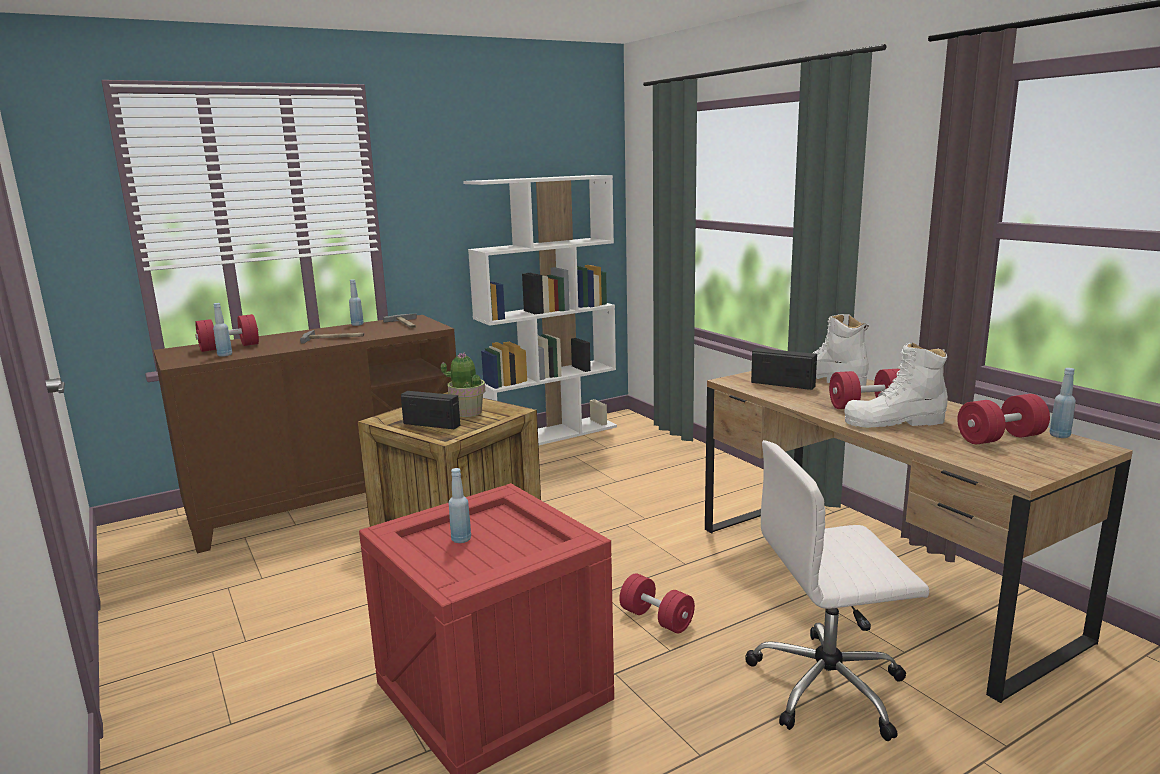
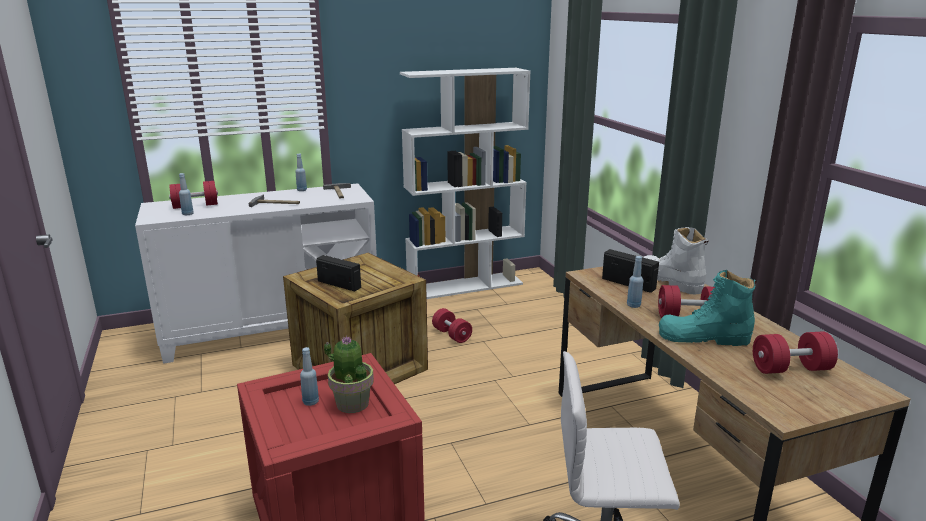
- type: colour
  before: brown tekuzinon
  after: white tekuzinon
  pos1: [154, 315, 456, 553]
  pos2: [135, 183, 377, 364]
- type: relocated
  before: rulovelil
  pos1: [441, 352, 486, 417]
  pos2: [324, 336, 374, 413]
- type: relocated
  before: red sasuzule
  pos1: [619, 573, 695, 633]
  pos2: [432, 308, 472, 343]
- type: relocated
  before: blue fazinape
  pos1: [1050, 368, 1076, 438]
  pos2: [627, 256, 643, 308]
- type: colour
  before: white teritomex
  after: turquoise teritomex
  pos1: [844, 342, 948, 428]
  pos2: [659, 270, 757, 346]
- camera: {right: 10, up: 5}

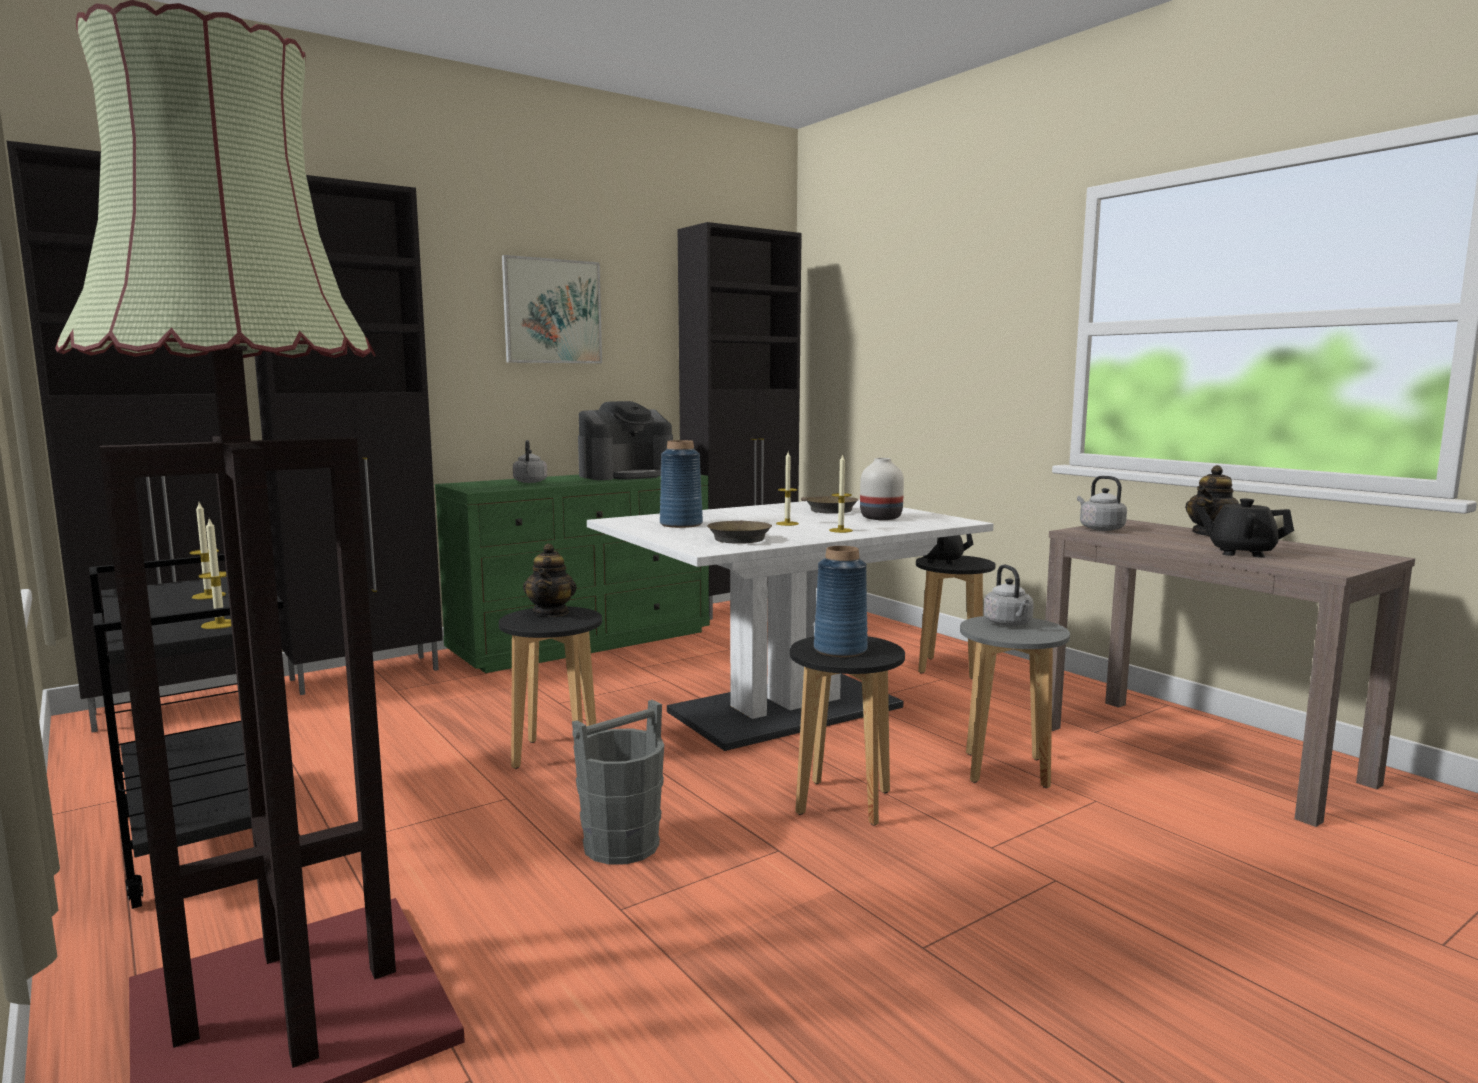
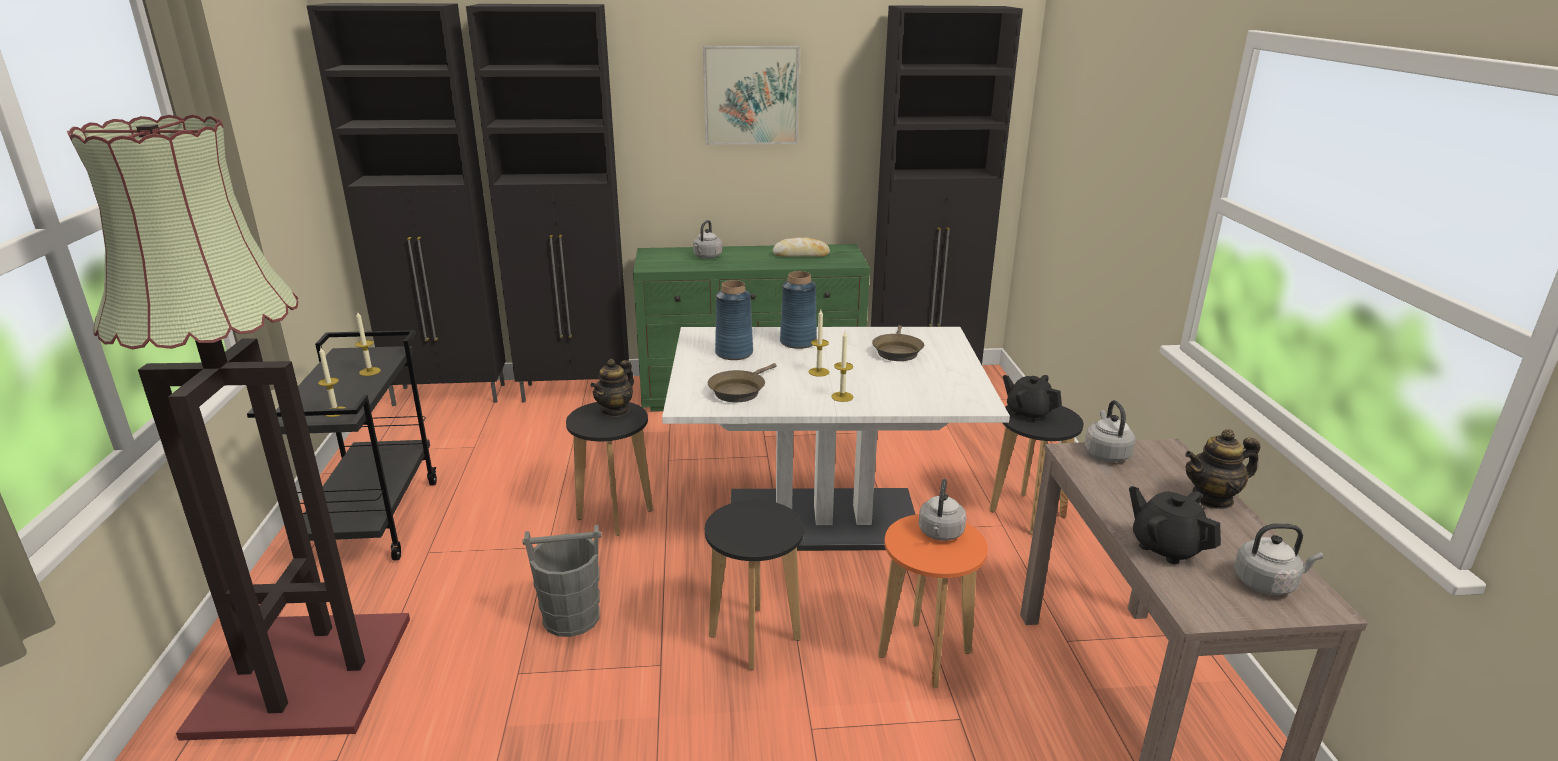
- type: exchanged
  before: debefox
  after: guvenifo
  pos1: [578, 401, 673, 480]
  pos2: [773, 237, 830, 257]
- type: relocated
  before: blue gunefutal
  pos1: [814, 546, 868, 657]
  pos2: [780, 271, 817, 349]
- type: colour
  before: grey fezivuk
  after: orange fezivuk
  pos1: [960, 616, 1070, 788]
  pos2: [878, 514, 988, 688]
- type: appeared
  after: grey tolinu
  pos2: [1234, 523, 1323, 595]
- type: missing
  before: white gunefutal
  pos1: [860, 458, 904, 520]
- camera: {right: 30, up: 15}

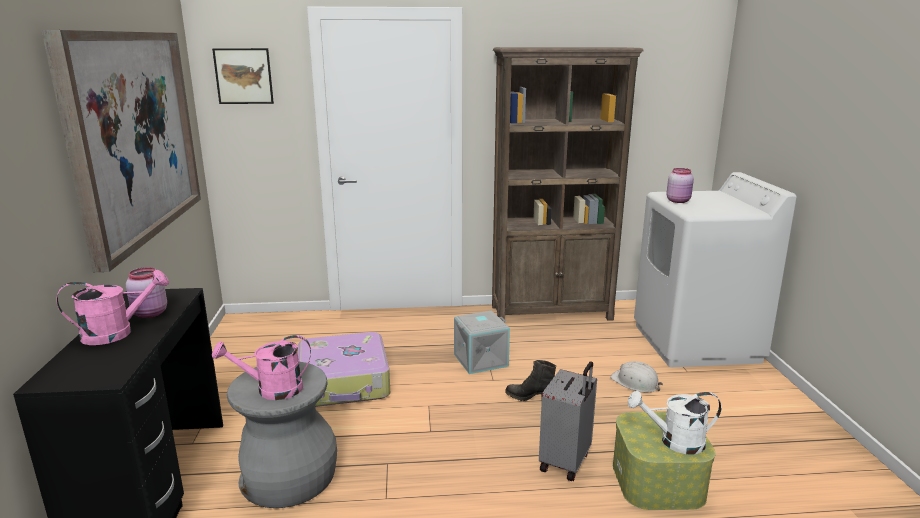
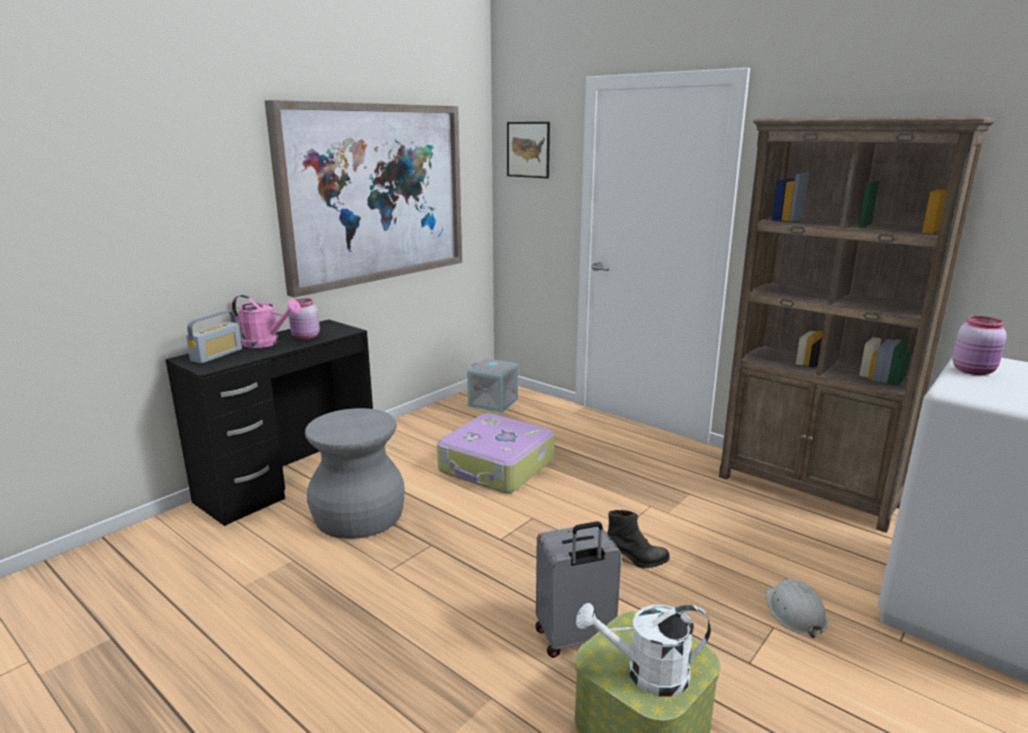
- type: appeared
  after: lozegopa
  pos2: [186, 311, 242, 364]
- type: relocated
  before: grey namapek
  pos1: [454, 311, 510, 374]
  pos2: [467, 358, 518, 413]
- type: spun
  before: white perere
  pos1: [628, 391, 722, 454]
  pos2: [576, 603, 711, 697]
  turn: -45
- type: spun
  before: black teritomex
  pos1: [505, 360, 556, 401]
  pos2: [607, 509, 670, 569]
  turn: 120
- type: missing
  before: pink perere
  pos1: [212, 335, 311, 400]
- camera: {right: 45, up: 0}

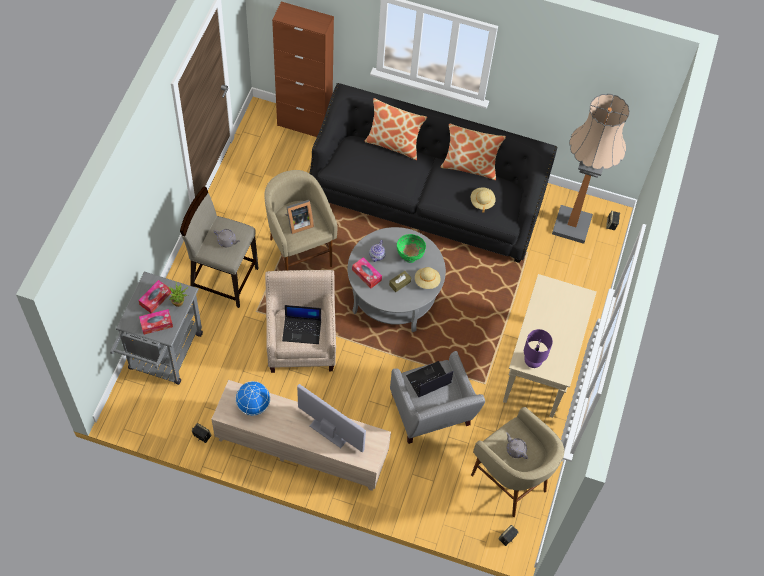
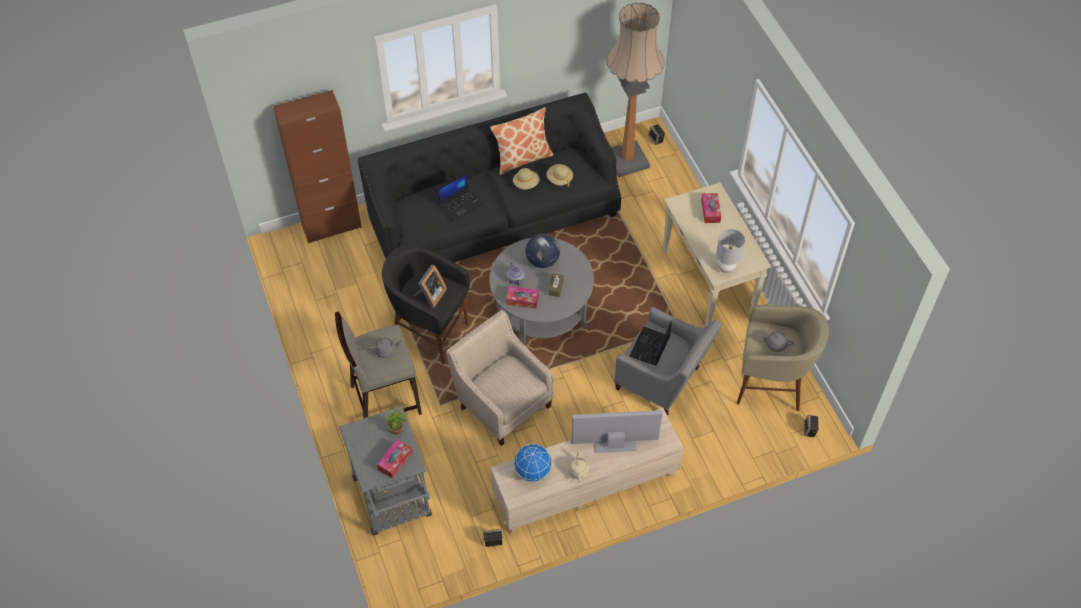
- type: colour
  before: beige fezivuk
  after: black fezivuk
  pos1: [264, 170, 337, 271]
  pos2: [382, 244, 470, 364]
- type: relocated
  before: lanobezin
  pos1: [282, 305, 321, 344]
  pos2: [437, 172, 484, 222]
- type: relocated
  before: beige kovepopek
  pos1: [415, 267, 440, 289]
  pos2: [513, 168, 540, 189]
- type: exchanged
  before: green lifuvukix
  after: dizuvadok
  pos1: [397, 234, 426, 263]
  pos2: [526, 234, 560, 268]
- type: appeared
  after: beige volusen
  pos2: [568, 448, 590, 482]
- type: relocated
  before: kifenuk
  pos1: [138, 280, 171, 313]
  pos2: [701, 193, 721, 223]
- type: colour
  before: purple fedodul
  after: grey fedodul
  pos1: [524, 329, 553, 368]
  pos2: [716, 229, 745, 273]
- type: missing
  before: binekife
  pos1: [364, 98, 427, 160]
- camera: {right: -35, up: -5}

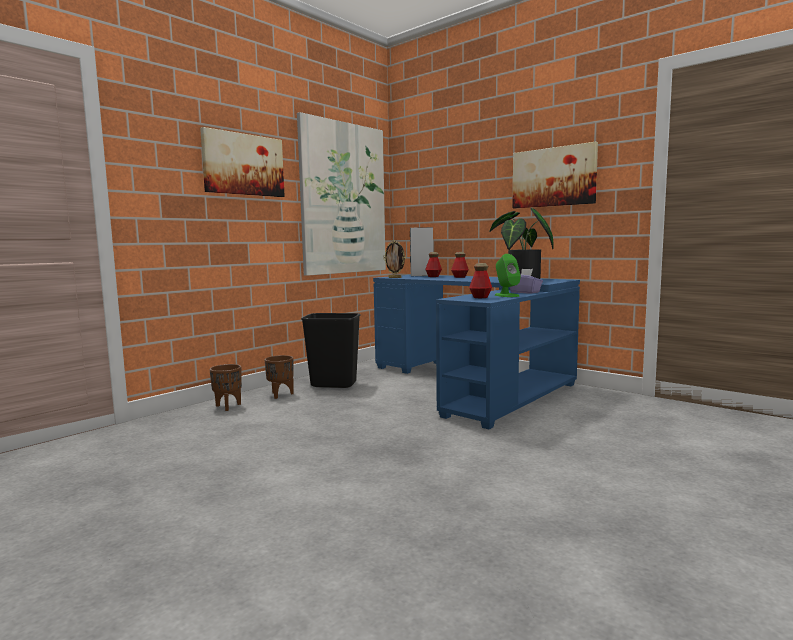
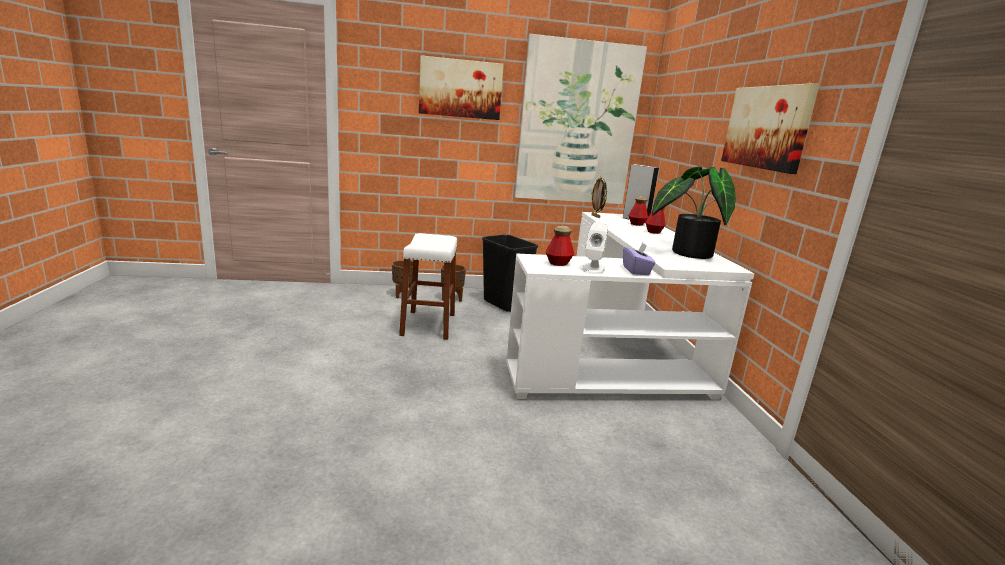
- type: appeared
  after: white fezivuk
  pos2: [399, 233, 457, 340]
- type: colour
  before: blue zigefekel
  after: white zigefekel
  pos1: [373, 275, 580, 429]
  pos2: [506, 212, 755, 400]
- type: colour
  before: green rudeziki
  after: white rudeziki
  pos1: [495, 254, 521, 297]
  pos2: [582, 222, 608, 274]
- camera: {right: 40, up: 10}

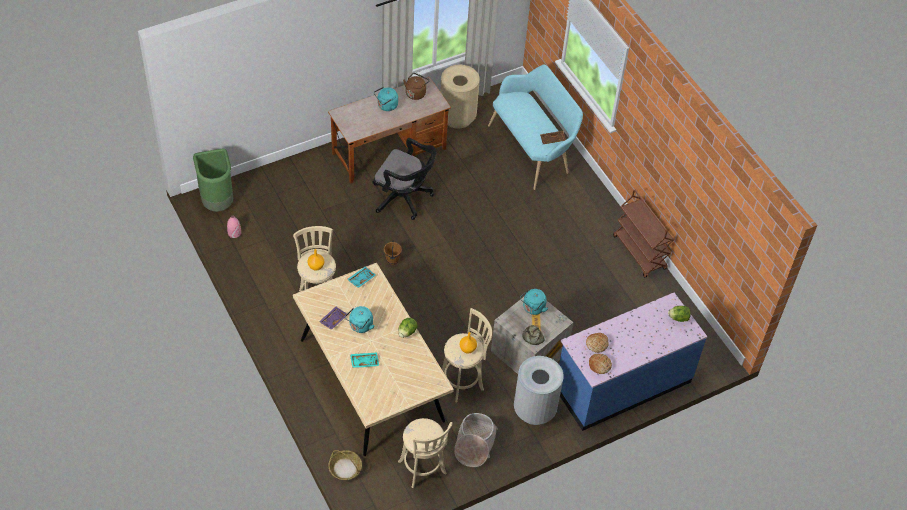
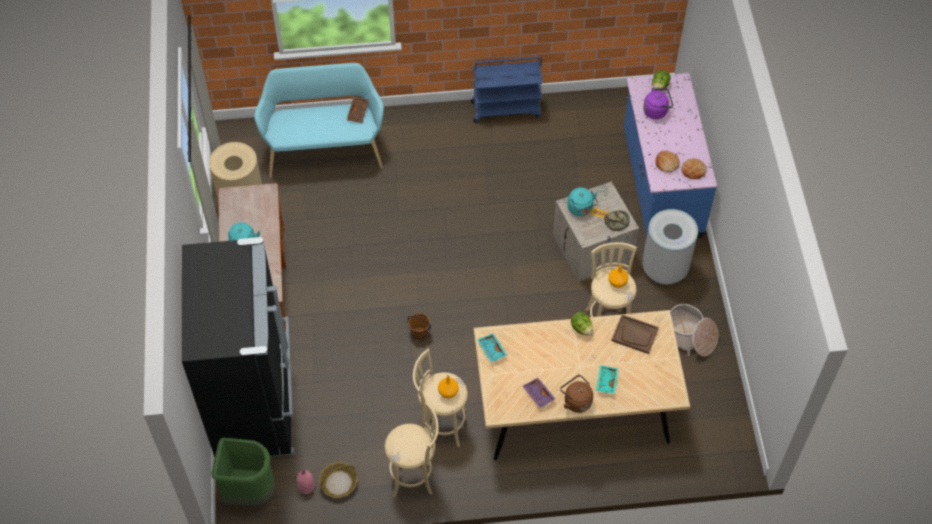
- type: appeared
  after: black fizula
  pos2: [182, 237, 295, 457]
- type: relocated
  before: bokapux
  pos1: [328, 450, 362, 480]
  pos2: [319, 462, 357, 498]
- type: relocated
  before: beige fezivuk
  pos1: [398, 418, 453, 488]
  pos2: [385, 402, 439, 498]
- type: colour
  before: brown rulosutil
  after: blue rulosutil
  pos1: [613, 190, 674, 278]
  pos2: [471, 57, 543, 122]
- type: relocated
  before: brown tolinu
  pos1: [403, 73, 430, 100]
  pos2: [560, 375, 593, 413]
- type: appeared
  after: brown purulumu
  pos2: [611, 315, 659, 354]
- type: appeared
  after: purple tolinu
  pos2: [643, 88, 673, 119]
- type: missing
  before: turquoise tolinu
  pos1: [345, 306, 375, 333]
- type: missing
  before: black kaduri
  pos1: [372, 138, 436, 220]
- camera: {right: -65, up: 5}

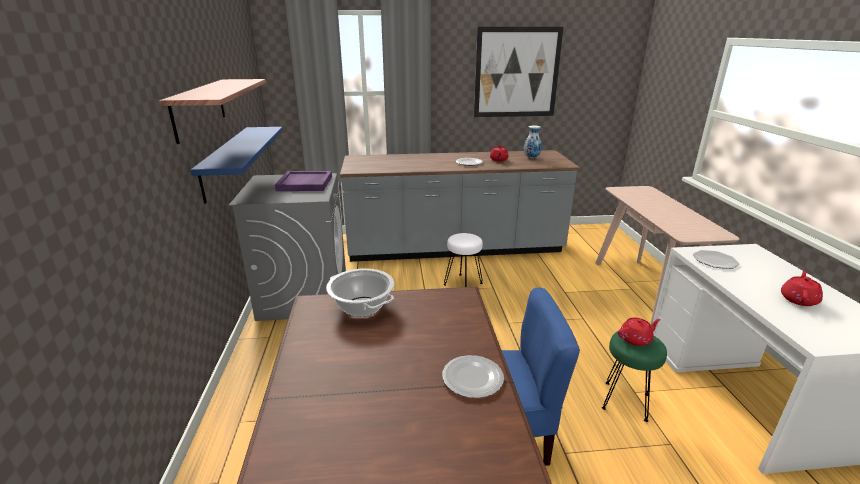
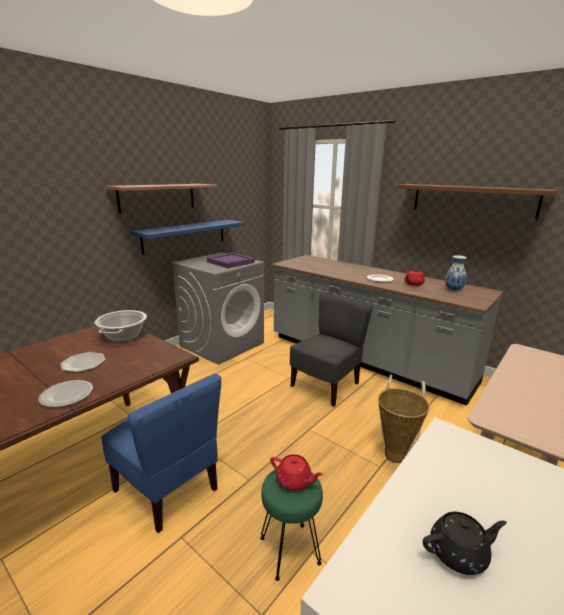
- type: relocated
  before: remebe
  pos1: [693, 250, 740, 269]
  pos2: [60, 352, 106, 372]
- type: exchanged
  before: white fezivuk
  after: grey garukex
  pos1: [444, 233, 483, 287]
  pos2: [290, 293, 373, 406]
- type: appeared
  after: bokapux
  pos2: [378, 375, 430, 463]
- type: exchanged
  before: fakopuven
  after: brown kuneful
  pos1: [474, 27, 563, 117]
  pos2: [396, 184, 558, 219]
- type: colour
  before: red volusen
  after: black volusen
  pos1: [781, 271, 823, 306]
  pos2: [423, 511, 507, 575]
- camera: {right: 45, up: -5}

